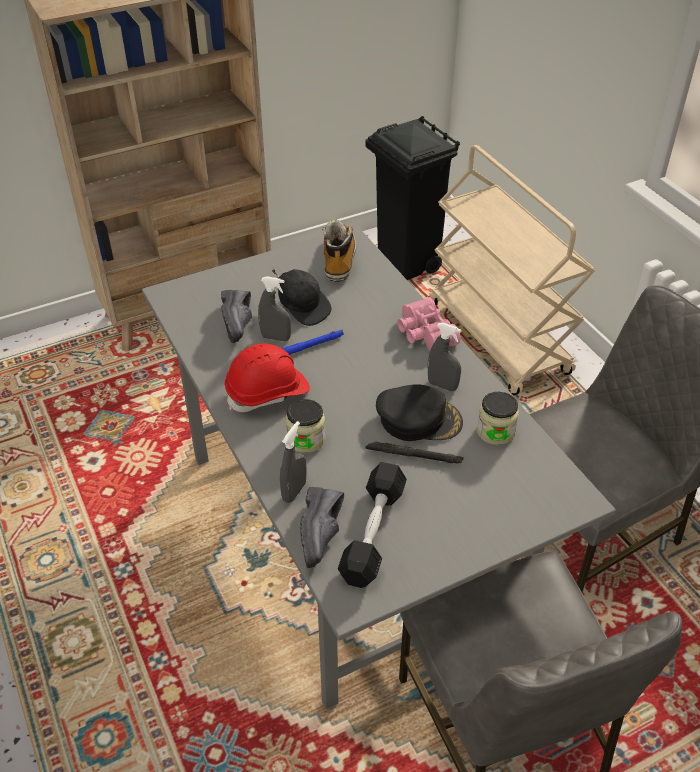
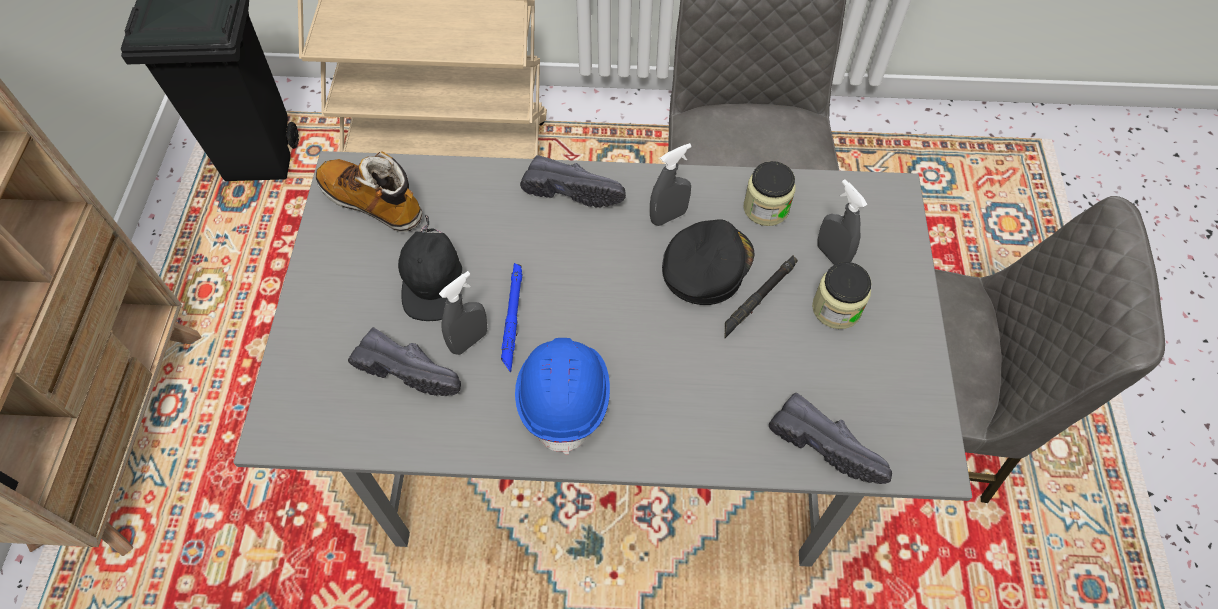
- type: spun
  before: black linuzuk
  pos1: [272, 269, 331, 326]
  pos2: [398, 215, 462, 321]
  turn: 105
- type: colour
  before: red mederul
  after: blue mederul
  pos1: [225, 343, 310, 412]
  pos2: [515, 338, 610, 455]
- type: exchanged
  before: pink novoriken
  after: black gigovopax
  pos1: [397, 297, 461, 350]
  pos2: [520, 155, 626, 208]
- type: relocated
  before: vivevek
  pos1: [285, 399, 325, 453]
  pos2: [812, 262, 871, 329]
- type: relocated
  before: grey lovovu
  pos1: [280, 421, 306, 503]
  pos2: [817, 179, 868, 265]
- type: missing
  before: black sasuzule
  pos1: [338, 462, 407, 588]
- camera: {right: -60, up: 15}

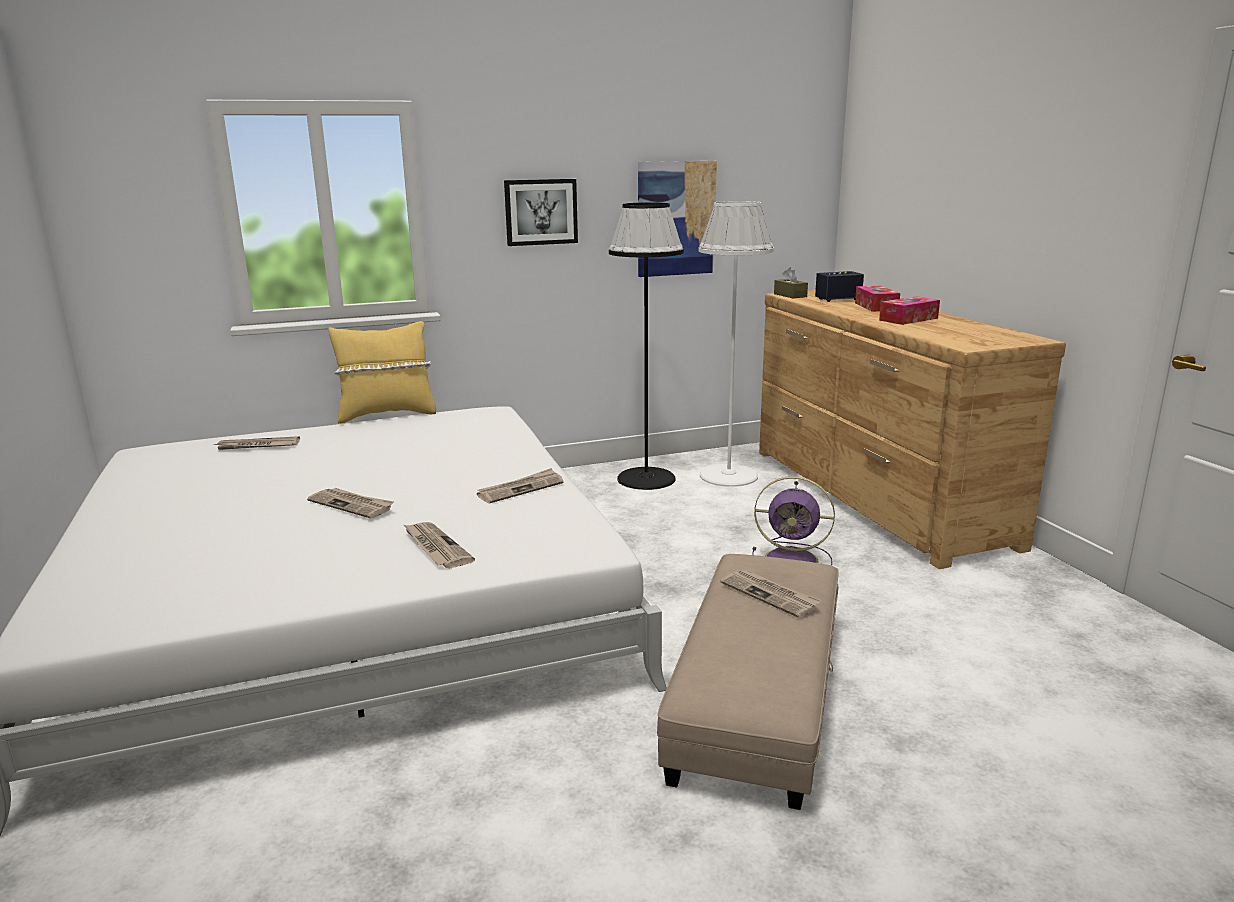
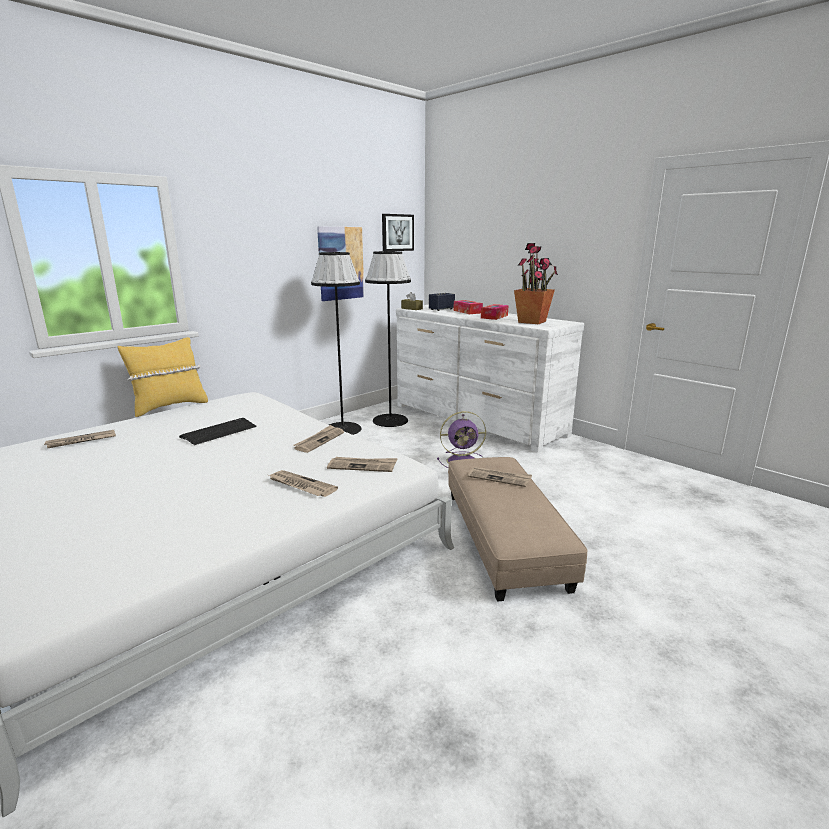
- type: appeared
  after: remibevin
  pos2: [179, 418, 257, 445]
- type: relocated
  before: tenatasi
  pos1: [307, 488, 394, 518]
  pos2: [327, 457, 398, 472]
- type: colour
  before: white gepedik
  after: black gepedik
  pos1: [699, 201, 774, 487]
  pos2: [365, 251, 411, 427]
- type: relocated
  before: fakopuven
  pos1: [504, 179, 578, 246]
  pos2: [382, 214, 414, 251]
- type: colour
  before: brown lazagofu
  after: white lazagofu
  pos1: [759, 290, 1066, 569]
  pos2: [396, 305, 584, 453]
- type: appeared
  after: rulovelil
  pos2: [514, 243, 558, 324]
- camera: {right: -25, up: 0}

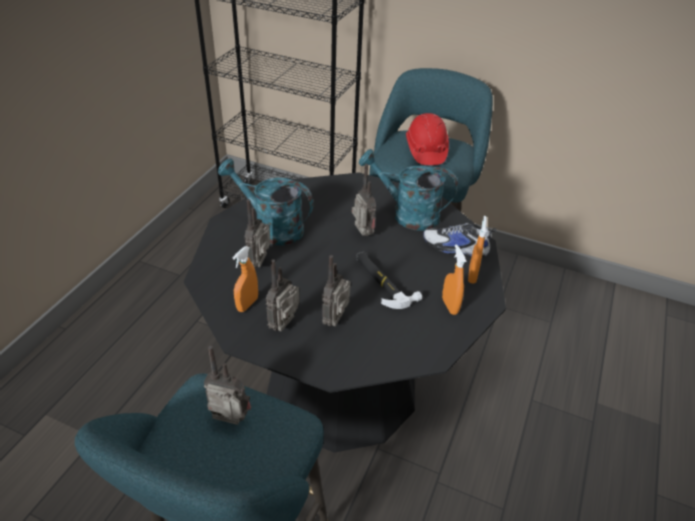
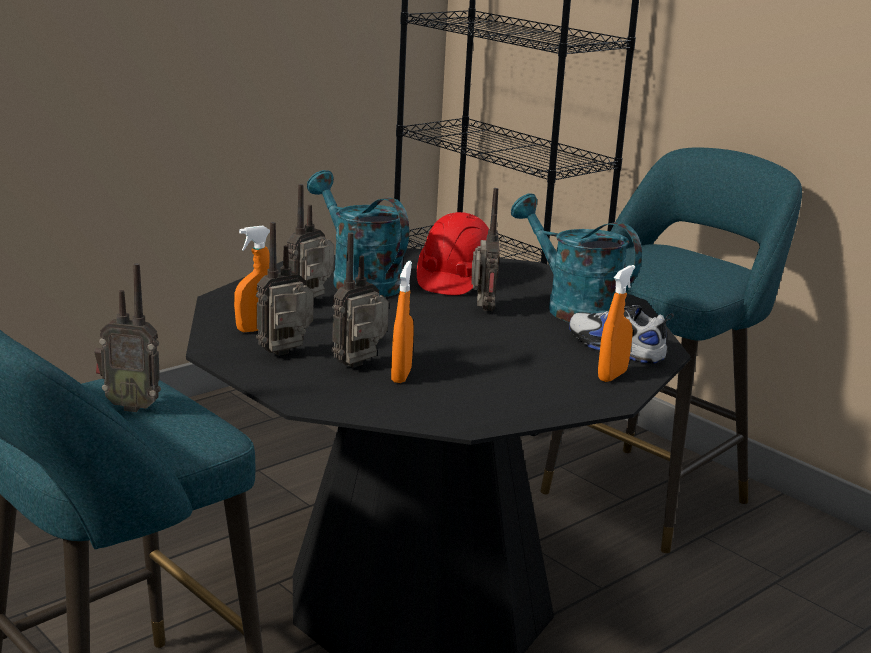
- type: spun
  before: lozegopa
  pos1: [204, 346, 251, 425]
  pos2: [94, 263, 161, 412]
  turn: 150
- type: relocated
  before: orange lovovu
  pos1: [442, 245, 467, 315]
  pos2: [391, 261, 414, 383]
- type: relocated
  before: red mederul
  pos1: [406, 113, 449, 165]
  pos2: [417, 212, 489, 295]
- type: missing
  before: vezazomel
  pos1: [356, 252, 423, 309]
- camera: {right: 25, up: -20}

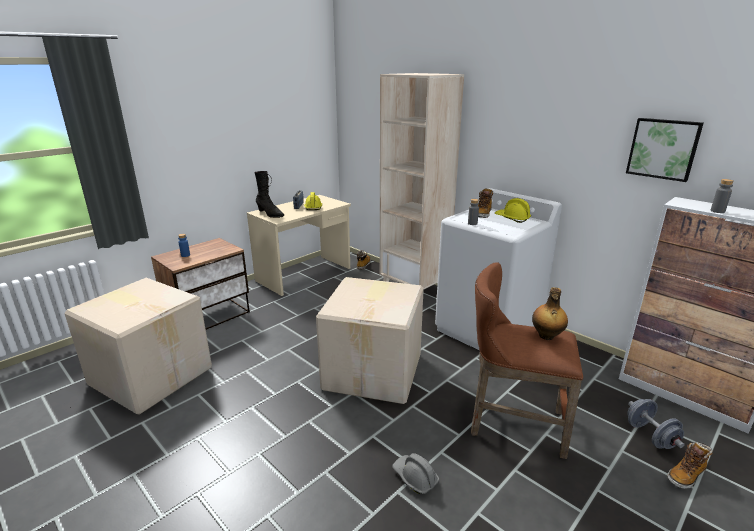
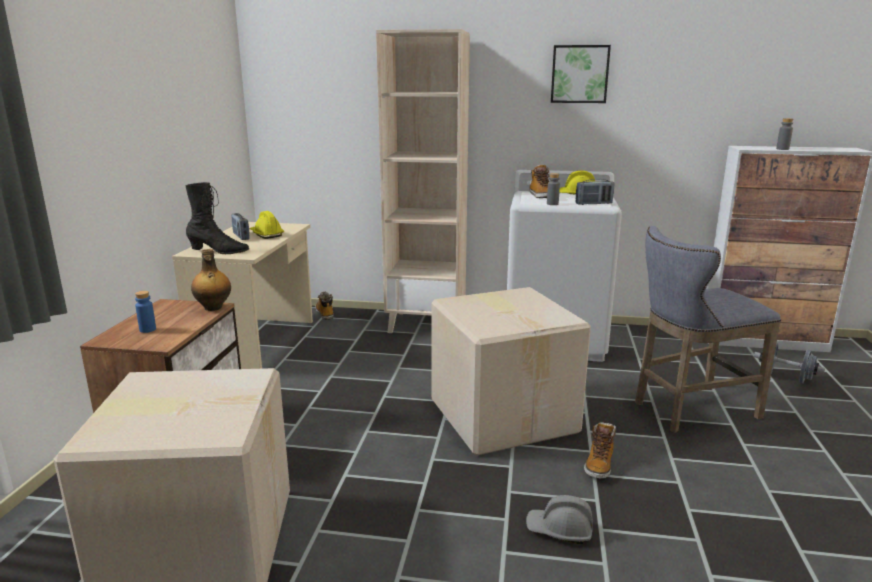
- type: relocated
  before: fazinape
  pos1: [532, 287, 568, 340]
  pos2: [191, 249, 231, 311]
- type: relocated
  before: grey mederul
  pos1: [392, 453, 439, 494]
  pos2: [526, 495, 593, 544]
- type: relocated
  before: fakopuven
  pos1: [626, 118, 704, 182]
  pos2: [551, 45, 611, 103]
- type: appeared
  after: lozegopa
  pos2: [576, 179, 614, 205]
- type: relocated
  before: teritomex
  pos1: [668, 442, 712, 489]
  pos2: [584, 423, 616, 479]
- type: colour
  before: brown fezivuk
  after: grey fezivuk
  pos1: [471, 262, 583, 459]
  pos2: [635, 226, 781, 433]
- camera: {right: -35, up: -5}

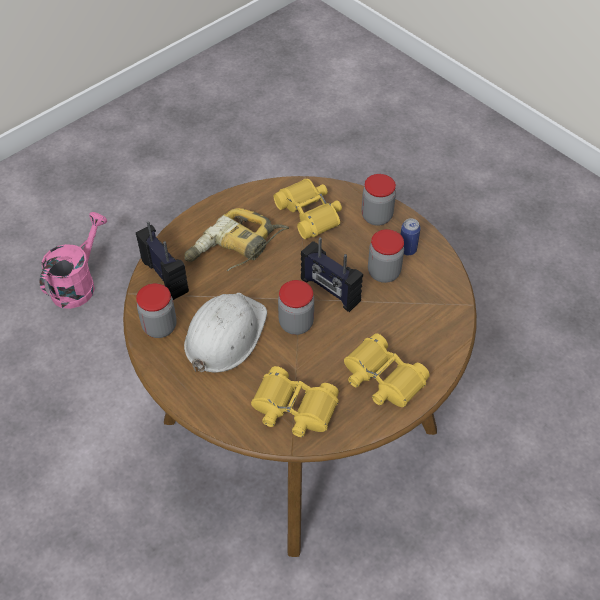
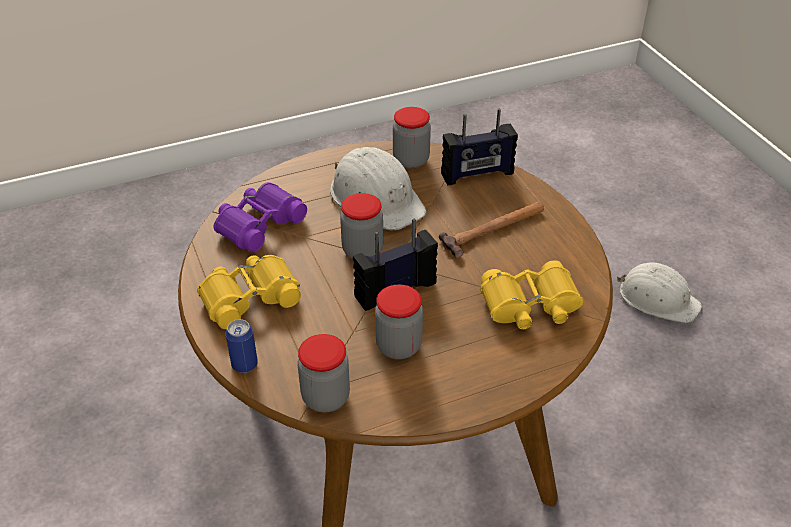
- type: colour
  before: yellow novoriken
  after: purple novoriken
  pos1: [251, 366, 339, 437]
  pos2: [214, 182, 307, 252]
- type: relocated
  before: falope
  pos1: [400, 218, 420, 256]
  pos2: [225, 319, 258, 373]
- type: relocated
  before: vivevek
  pos1: [361, 174, 396, 226]
  pos2: [298, 334, 350, 412]
- type: exchanged
  before: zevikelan
  after: vezazomel
  pos1: [184, 208, 289, 271]
  pos2: [439, 202, 544, 258]
- type: exchanged
  before: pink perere
  after: white mederul
  pos1: [40, 212, 107, 309]
  pos2: [617, 262, 702, 323]
- camera: {right: 110, up: -10}

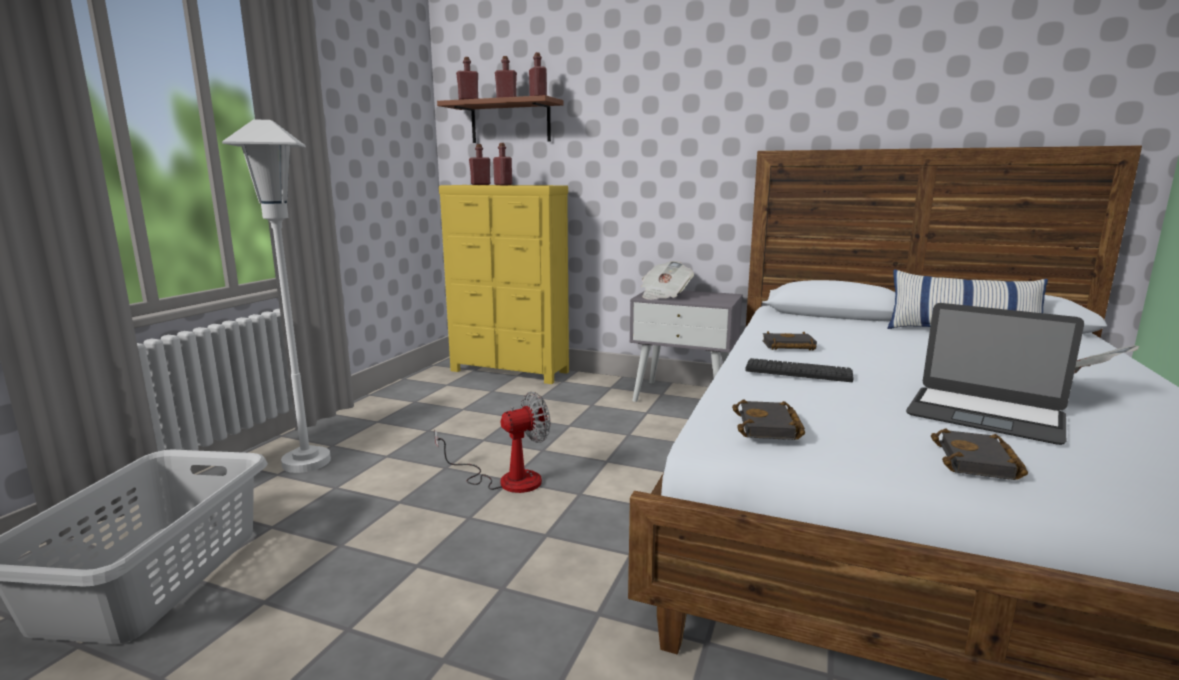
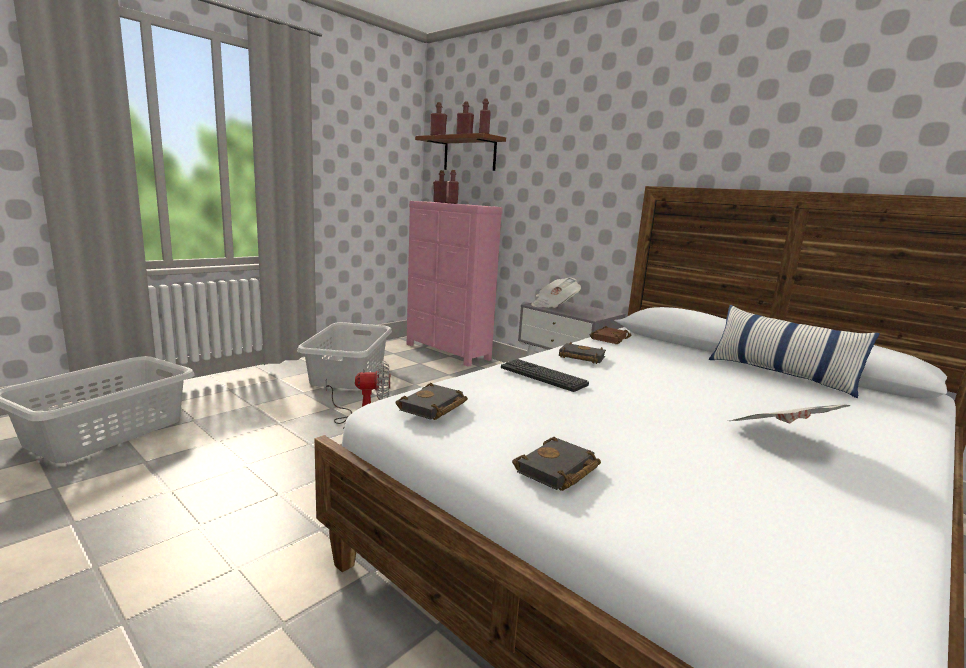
- type: appeared
  after: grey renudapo
  pos2: [297, 322, 392, 389]
- type: colour
  before: yellow lazagofu
  after: pink lazagofu
  pos1: [439, 185, 569, 384]
  pos2: [407, 201, 503, 367]
- type: appeared
  after: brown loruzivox
  pos2: [590, 326, 631, 344]
- type: missing
  before: white gepedik
  pos1: [222, 119, 331, 473]
- type: missing
  before: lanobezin
  pos1: [906, 303, 1084, 445]
- camera: {right: 20, up: 0}

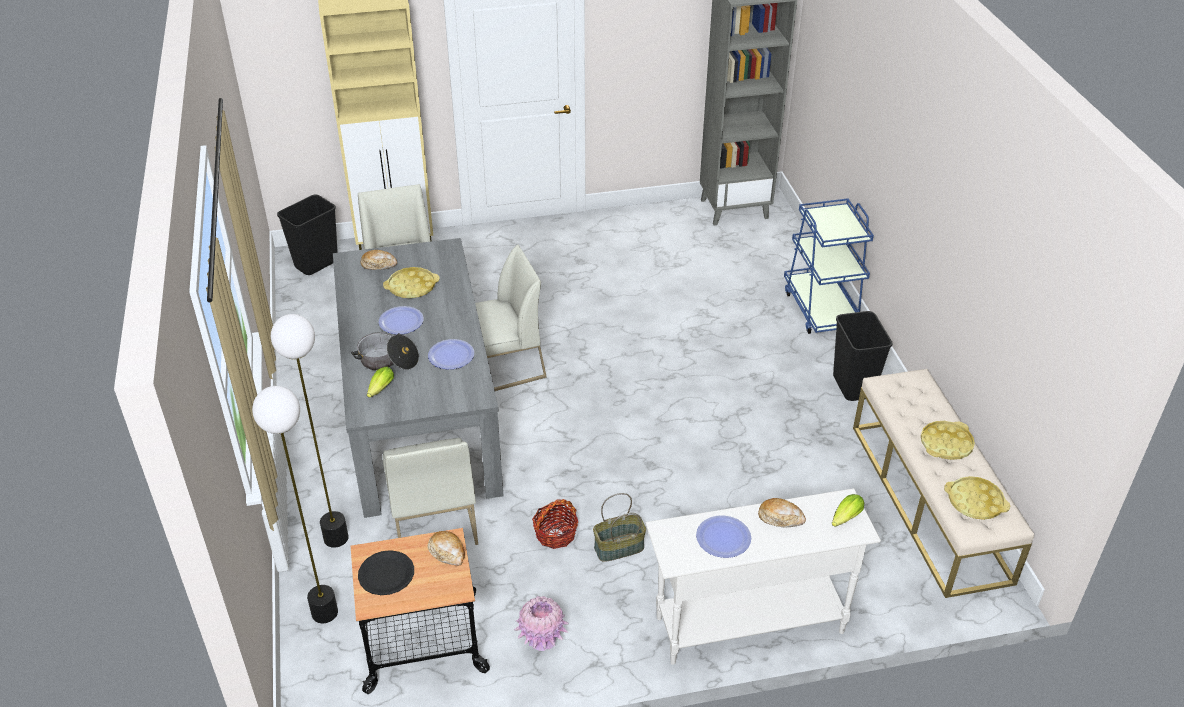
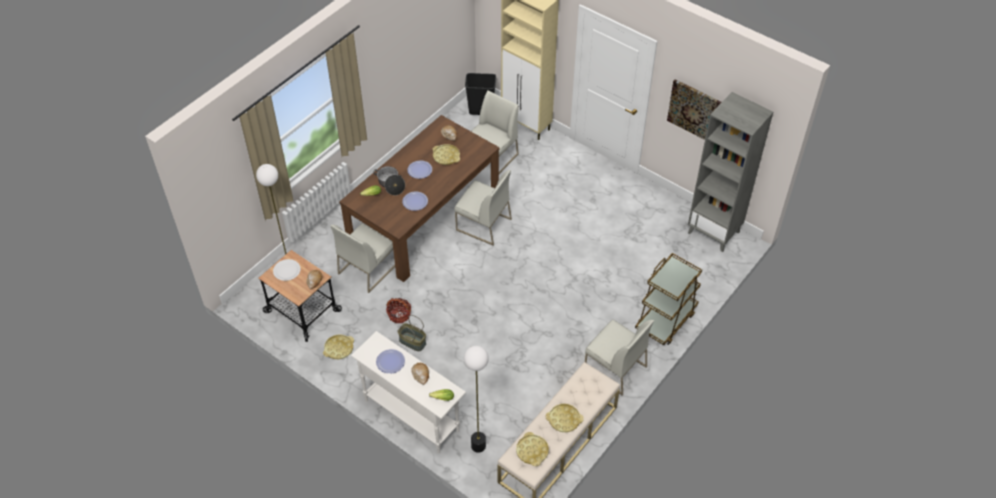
- type: colour
  before: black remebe
  after: white remebe
  pos1: [358, 550, 414, 595]
  pos2: [273, 259, 301, 281]
- type: exchanged
  before: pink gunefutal
  after: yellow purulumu
  pos1: [514, 596, 569, 651]
  pos2: [323, 335, 354, 359]
- type: colour
  before: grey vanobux
  after: brown vanobux
  pos1: [333, 238, 504, 518]
  pos2: [339, 115, 500, 282]
- type: relocated
  before: gepedik
  pos1: [271, 314, 349, 548]
  pos2: [464, 346, 489, 453]
- type: exchanged
  before: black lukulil
  after: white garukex
  pos1: [833, 311, 893, 401]
  pos2: [585, 320, 655, 396]
- type: colour
  before: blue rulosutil
  after: brown rulosutil
  pos1: [784, 198, 874, 334]
  pos2: [635, 253, 702, 345]
- type: appeared
  after: fakopuven
  pos2: [667, 79, 722, 140]
- camera: {right: 50, up: 10}

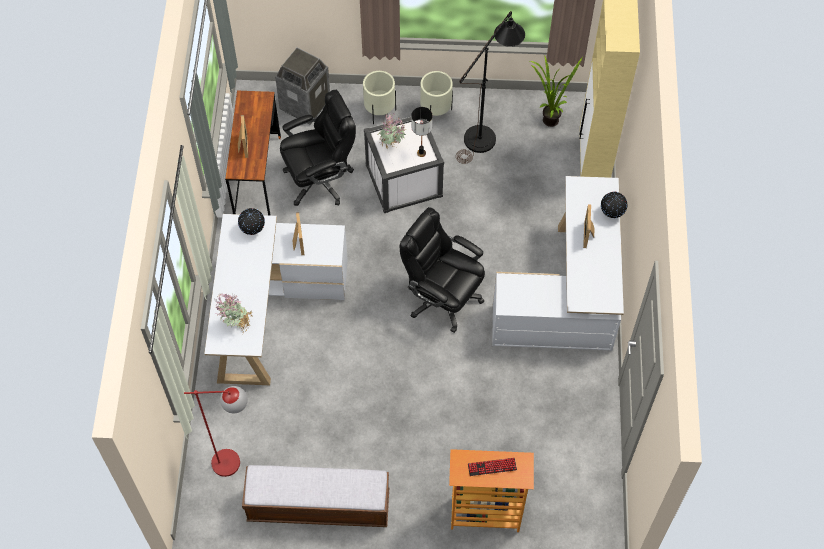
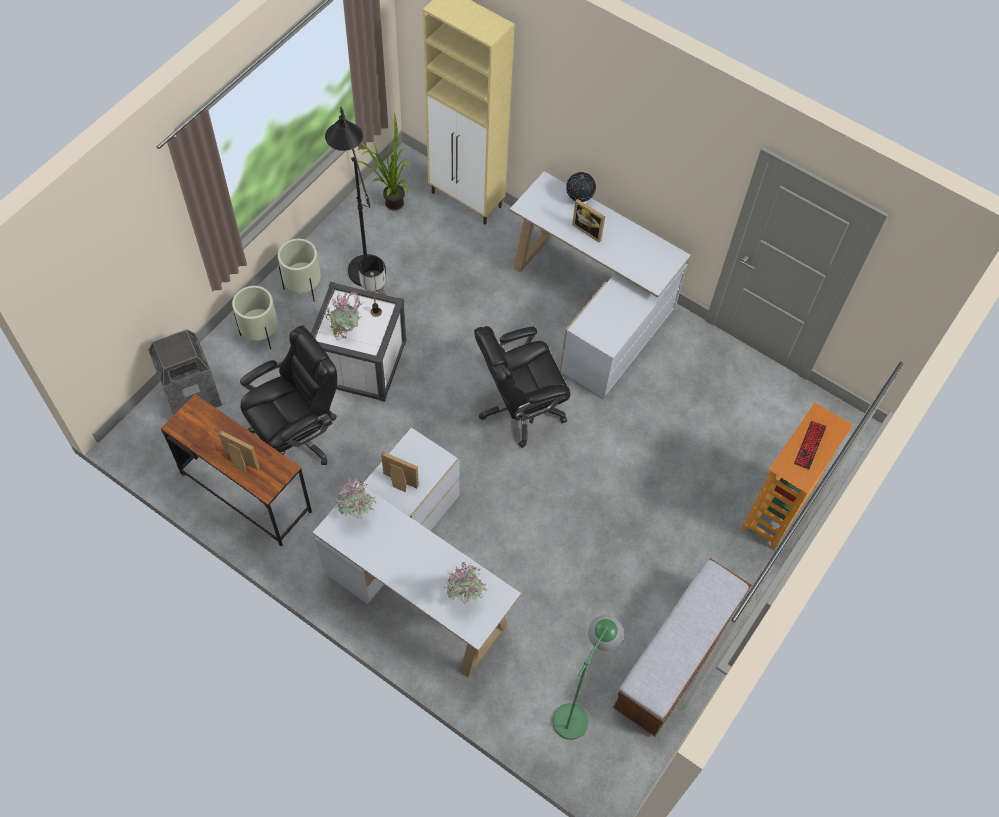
- type: spun
  before: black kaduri
  pos1: [280, 89, 356, 206]
  pos2: [240, 325, 337, 465]
  turn: 45
- type: exchanged
  before: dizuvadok
  after: rulovelil
  pos1: [238, 208, 265, 235]
  pos2: [334, 477, 377, 518]
- type: colour
  before: red gepedik
  after: green gepedik
  pos1: [184, 386, 248, 477]
  pos2: [553, 615, 624, 740]
- camera: {right: -60, up: 0}

